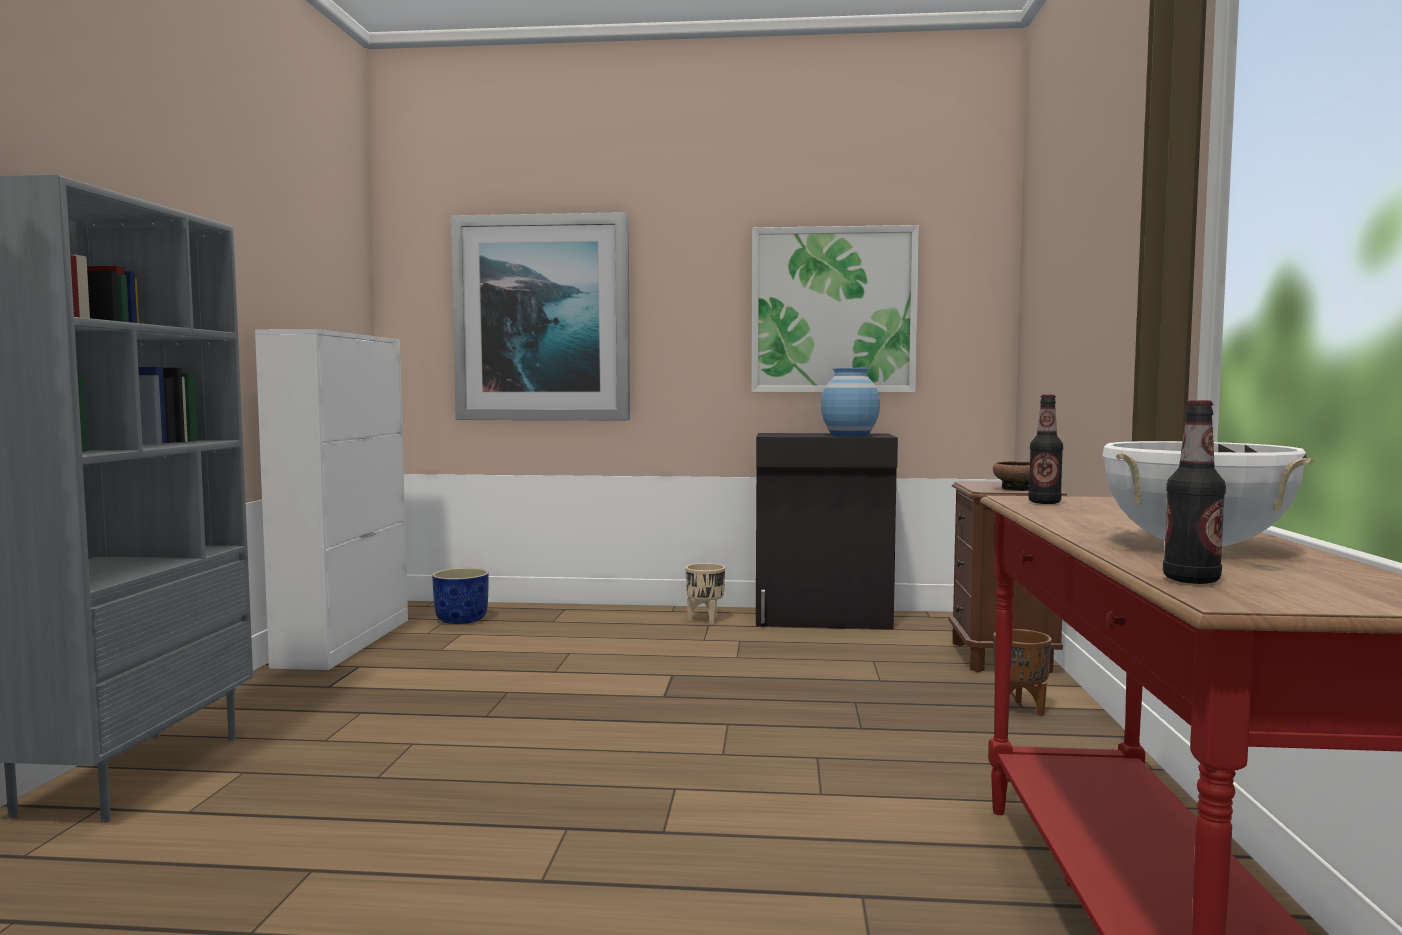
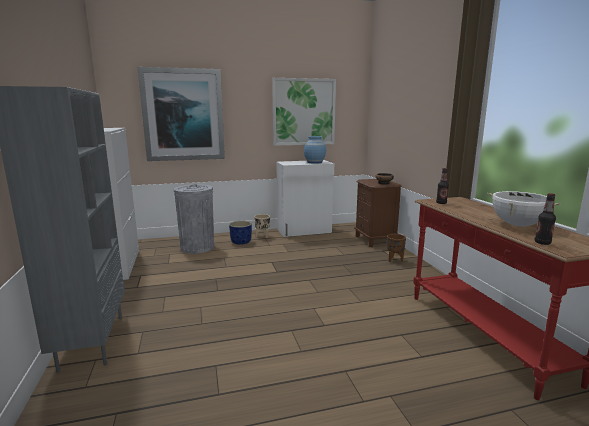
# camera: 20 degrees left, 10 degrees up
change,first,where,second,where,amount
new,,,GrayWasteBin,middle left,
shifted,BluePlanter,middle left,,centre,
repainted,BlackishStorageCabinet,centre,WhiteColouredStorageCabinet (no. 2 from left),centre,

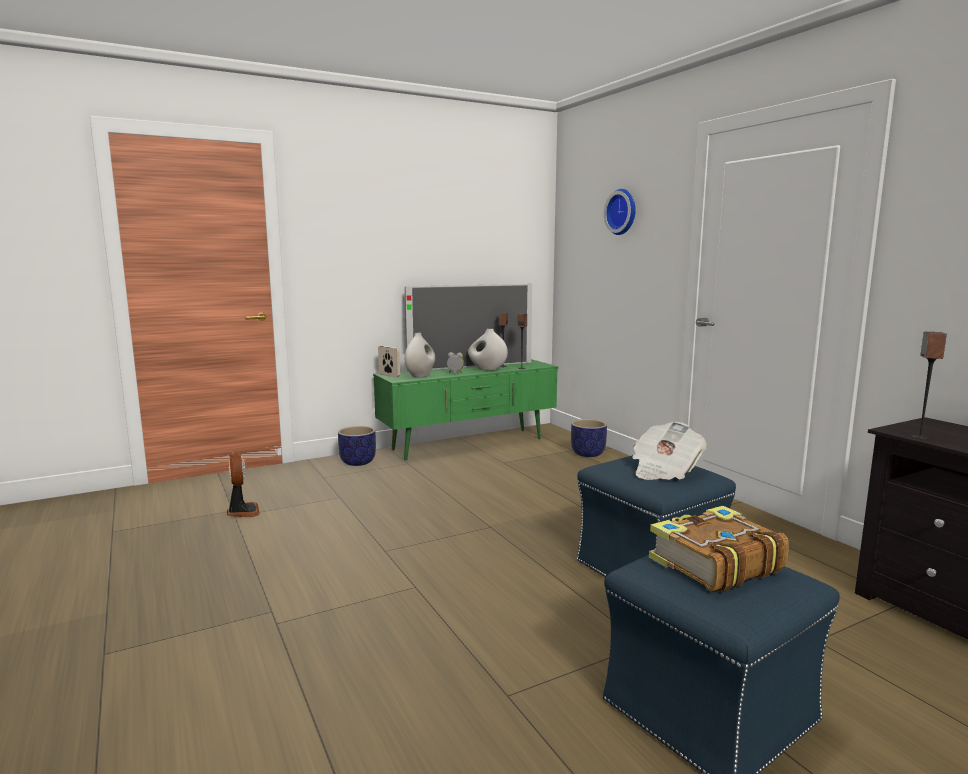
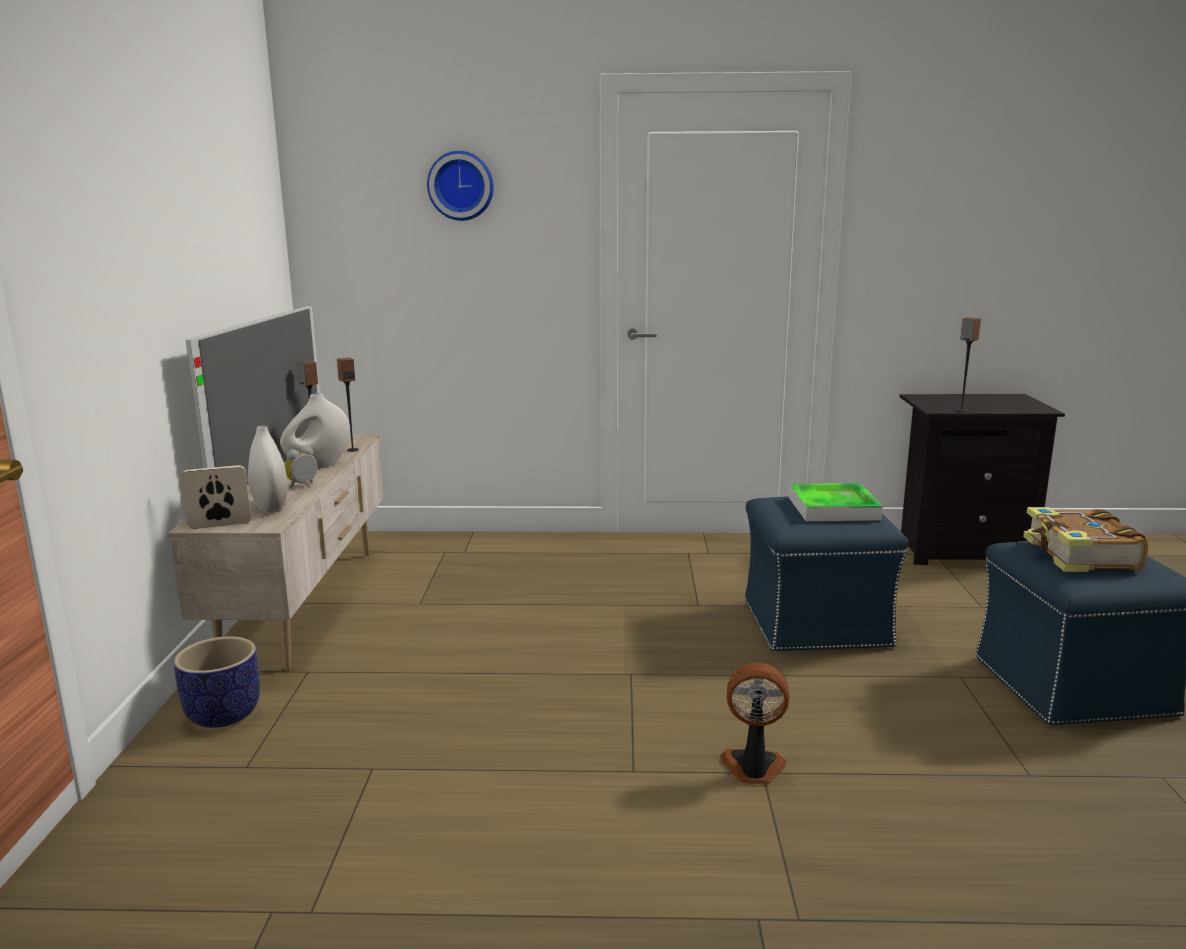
# camera: 60 degrees left, 5 degrees up
change,first,where,second,where,amount
gone,Planter (no. 2 from left),centre,,,
shifted,Fan,middle left,,bottom centre,
swapped,Newspaper,middle right,CarryingTray,middle right,
repainted,GreenishTvUnit,centre,SandColouredTvUnit,middle left,

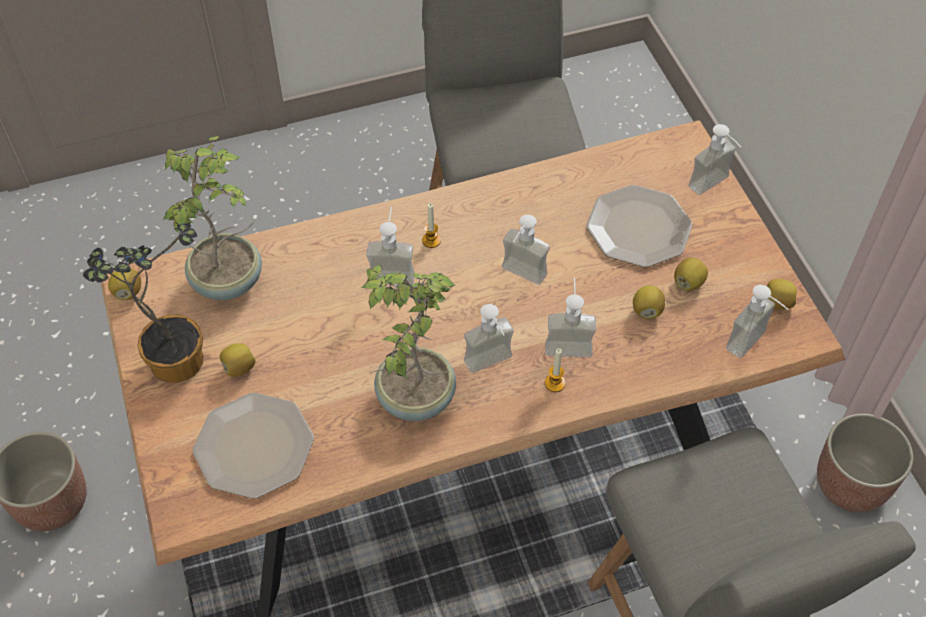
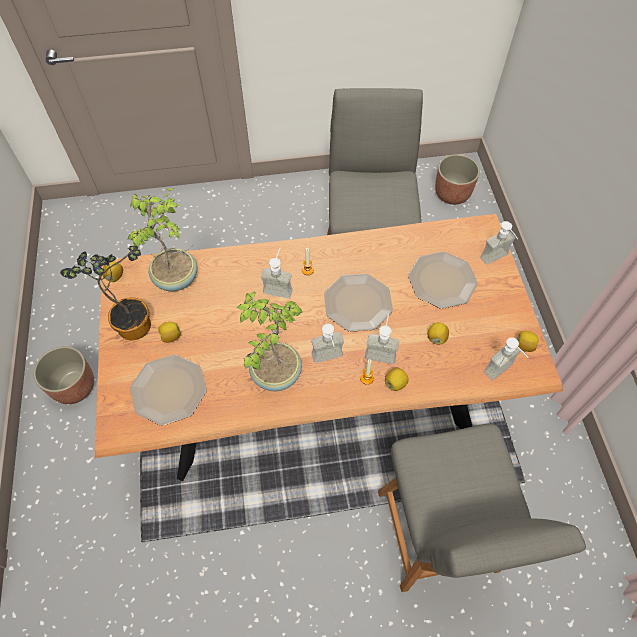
# camera: 10 degrees right, 5 degrees up
change,first,where,second,where,amount
shifted,CitrusFruit (no. 4 from left in the first image),middle right,CitrusFruit (no. 3 from left),centre,
shifted,Planter (no. 2 from left),bottom right,,top right,
swapped,SoapDispenser (no. 3 from left),centre,FlatDish (no. 2 from left),centre,

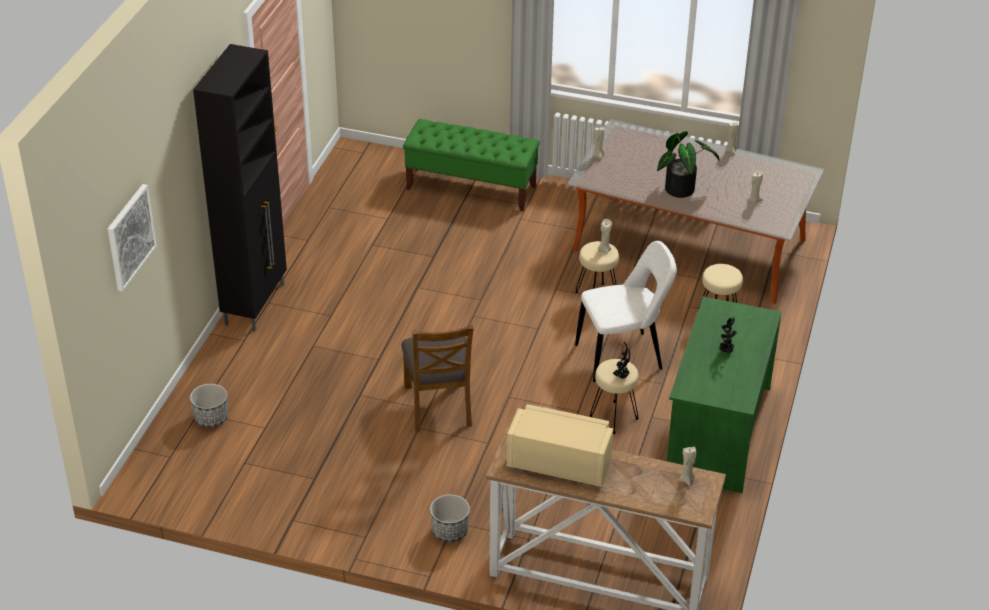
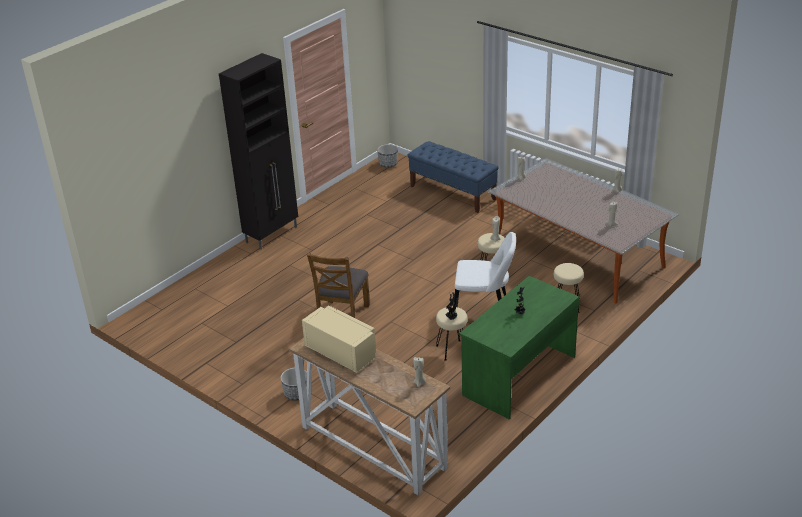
# camera: 25 degrees right, 5 degrees down
change,first,where,second,where,amount
gone,WallPicture,middle left,,,
gone,PottedPlant (no. 2 from left),top right,,,
shifted,Planter (no. 1 from left in the first image),middle left,Planter (no. 2 from left),top centre,
repainted,GreenishBench,top centre,BlueBench,centre,

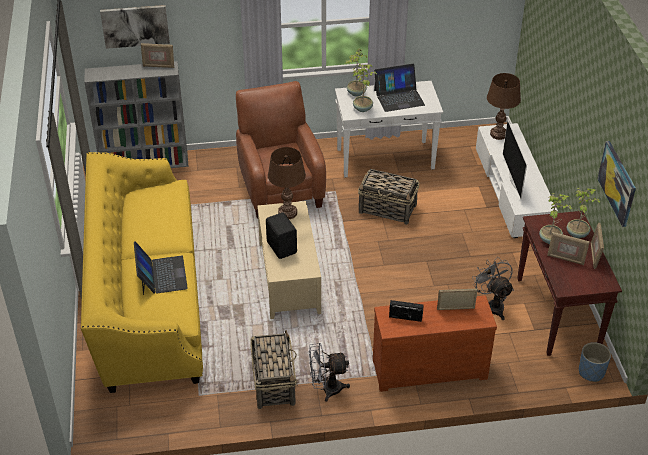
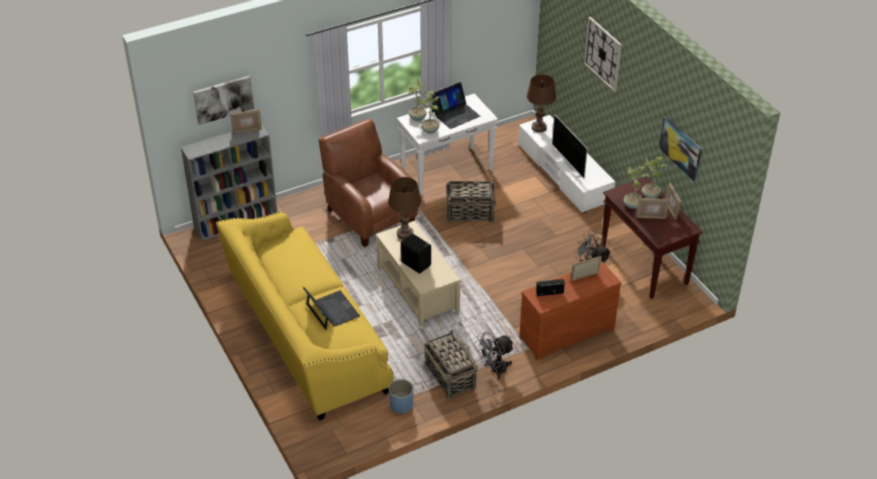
# camera: 20 degrees left, 0 degrees up
change,first,where,second,where,amount
new,,,HangingClock,top right,
shifted,BluePlanter,bottom right,,bottom centre,

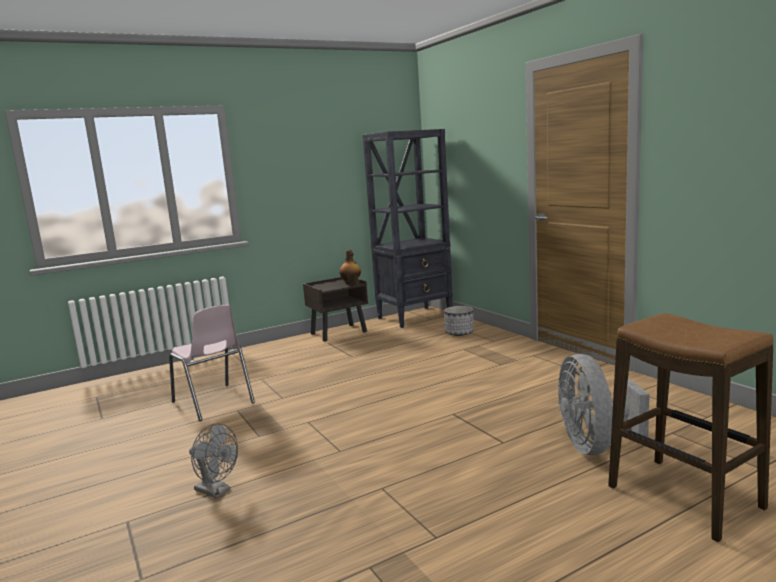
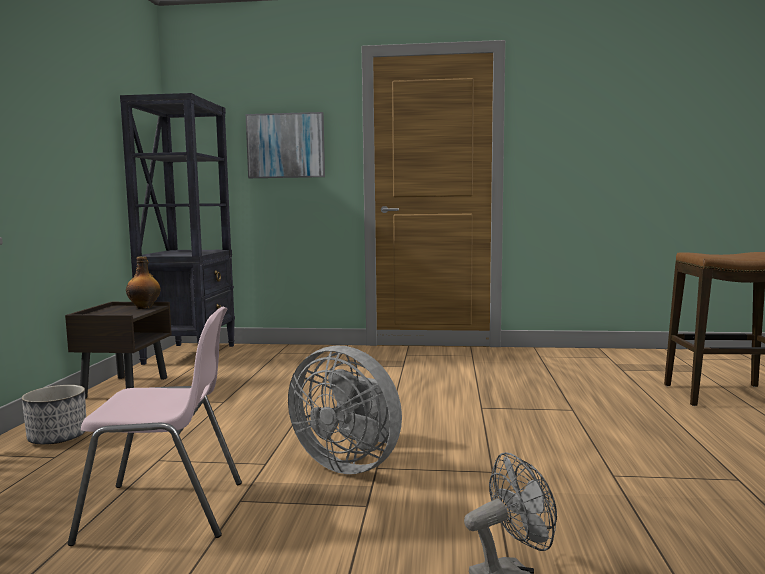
# camera: 55 degrees left, 5 degrees down
change,first,where,second,where,amount
new,,,WallPicture,top centre,
shifted,Planter,centre,,bottom left,
shifted,GrayFan (no. 2 from left in the first image),bottom right,GrayFan (no. 1 from left),bottom centre,

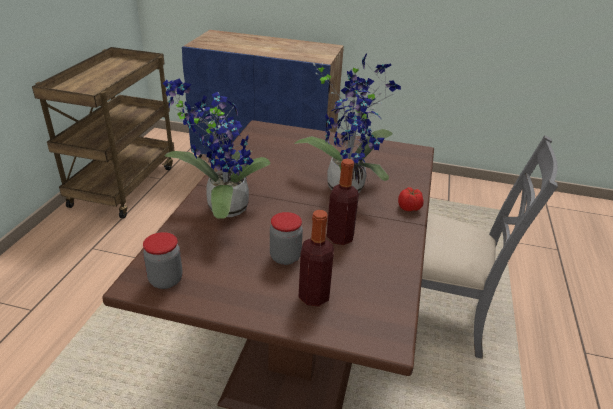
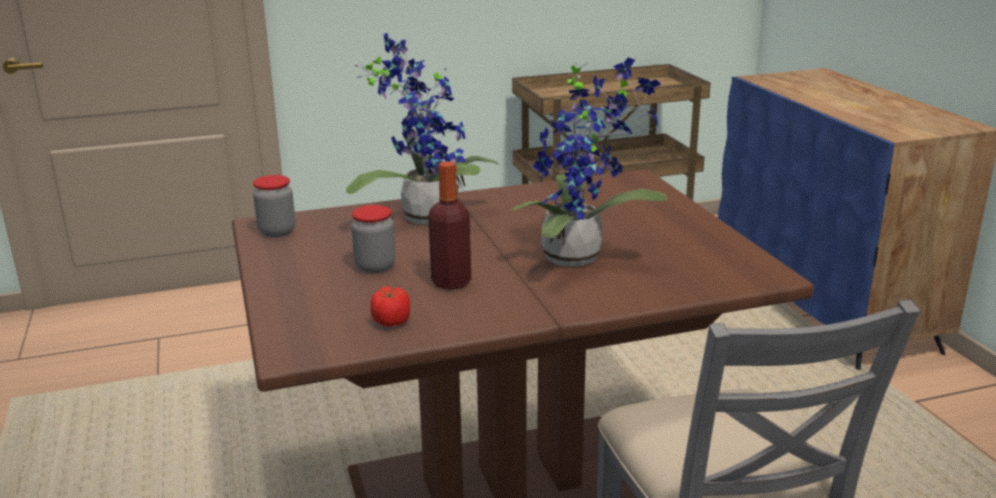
# camera: 60 degrees right, 10 degrees down
change,first,where,second,where,amount
gone,DrinkBottle (no. 1 from left),centre,,,
shifted,FreshTomato,middle right,,centre,

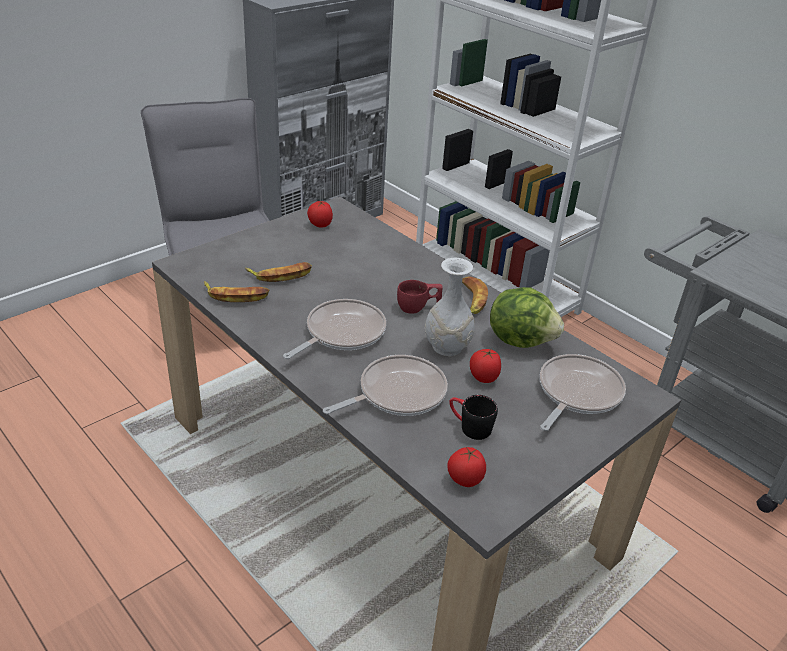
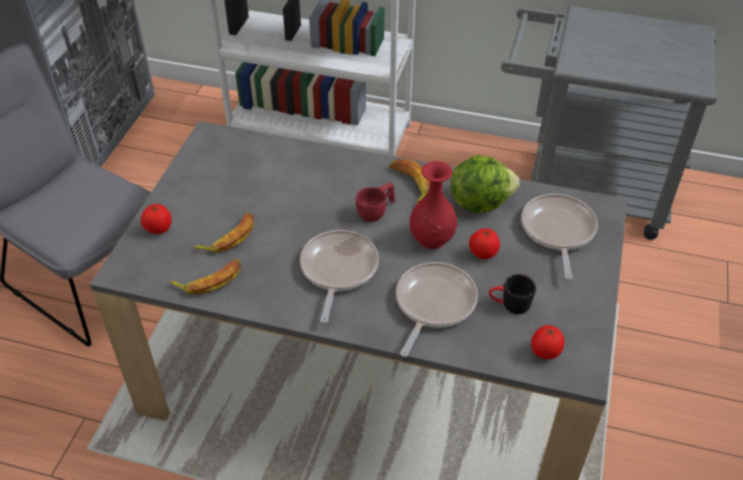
# camera: 30 degrees left, 10 degrees up
change,first,where,second,where,amount
shifted,FreshTomato (no. 1 from left),top centre,,middle left,
repainted,WhiteColouredDecorativeVase,centre,RedColouredDecorativeVase,centre,

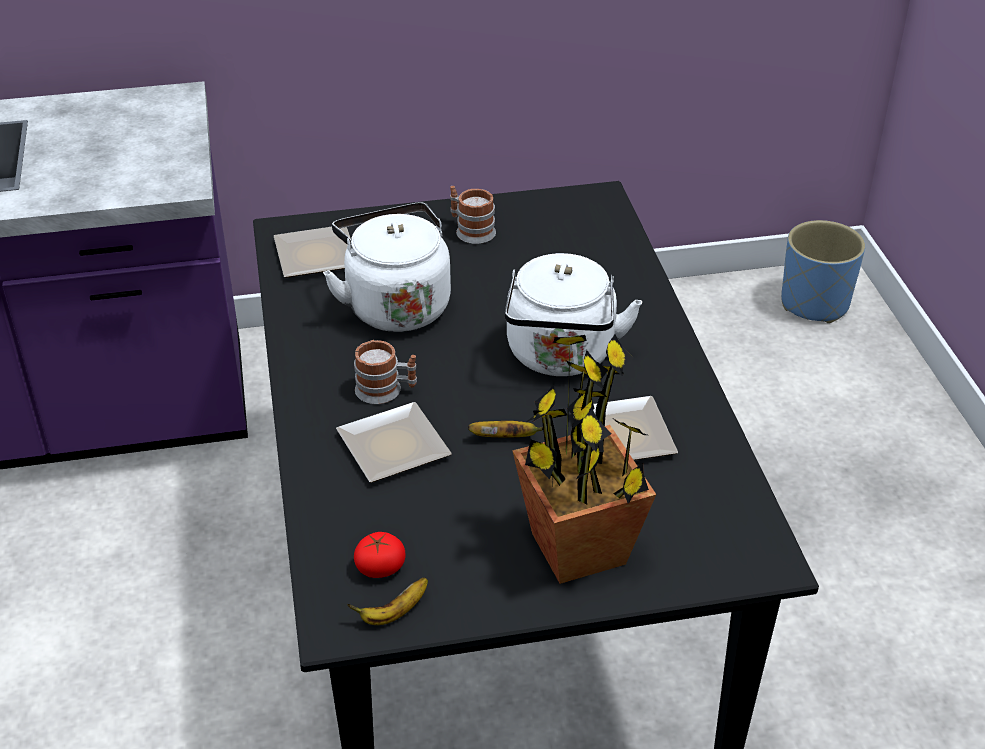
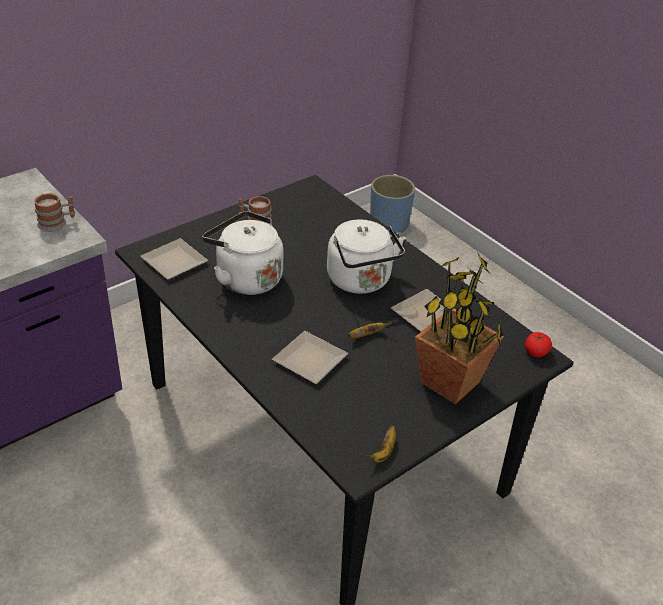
# camera: 30 degrees left, 0 degrees up
change,first,where,second,where,amount
shifted,CoffeeMug (no. 1 from left),centre,,middle left,
shifted,FreshTomato,bottom centre,,middle right,

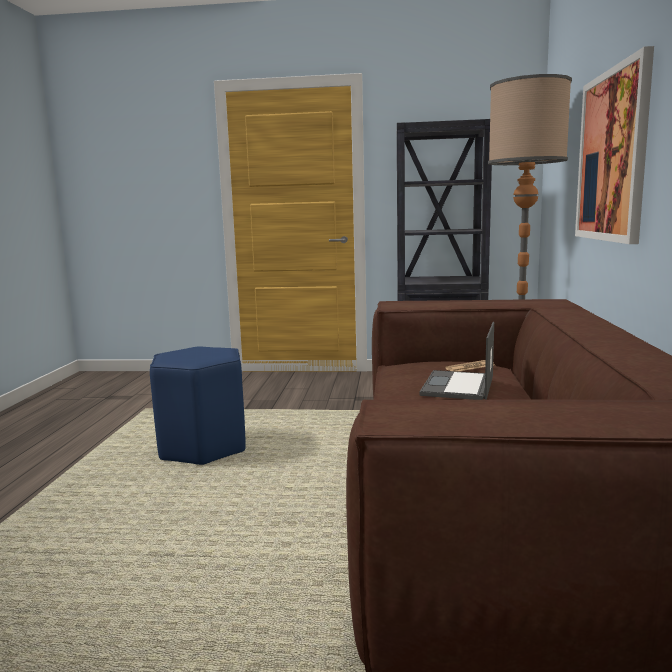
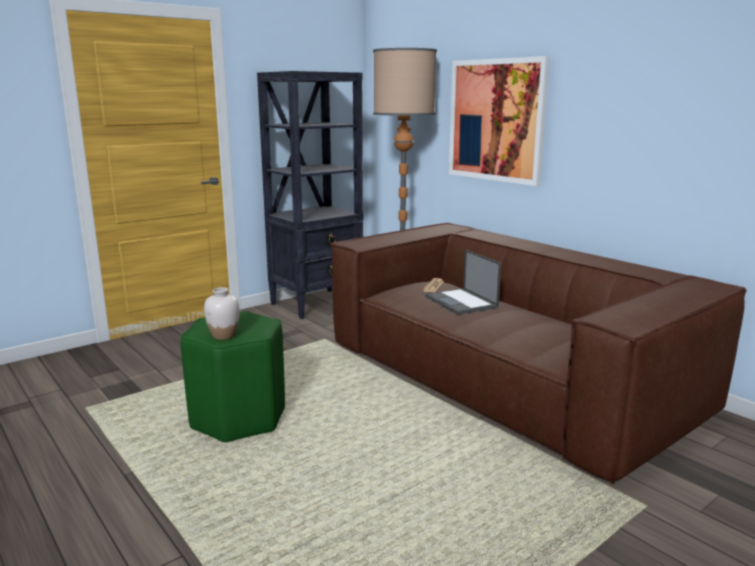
# camera: 45 degrees left, 5 degrees up
change,first,where,second,where,amount
new,,,WhiteColouredDecorativeVase,middle left,
repainted,BlueStool,middle left,GreenishStool,middle left,

